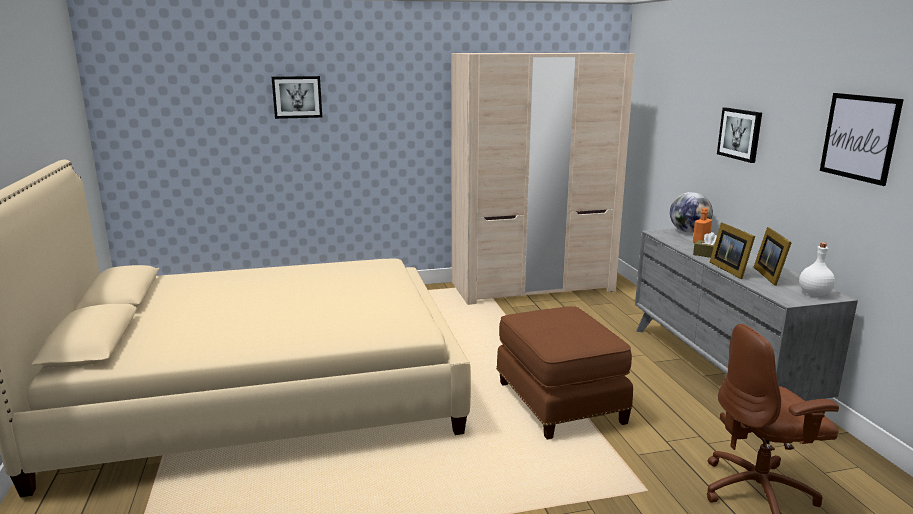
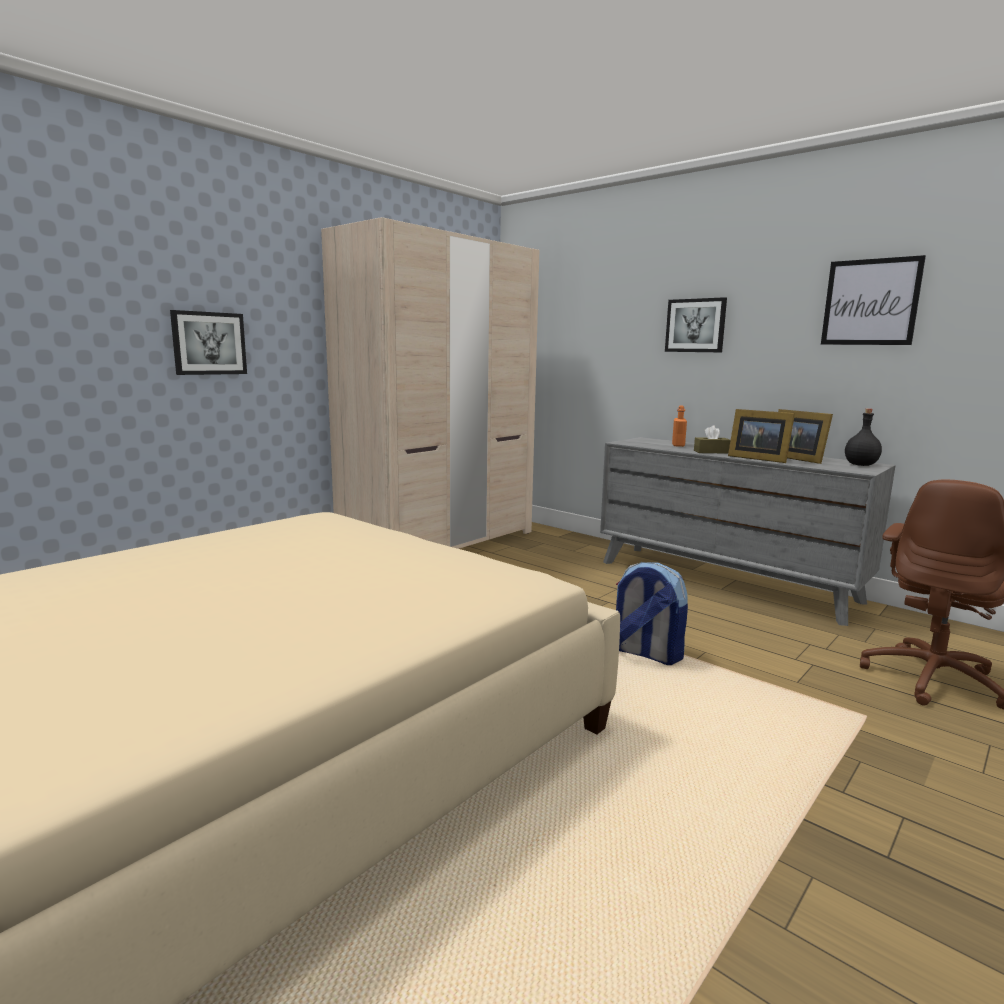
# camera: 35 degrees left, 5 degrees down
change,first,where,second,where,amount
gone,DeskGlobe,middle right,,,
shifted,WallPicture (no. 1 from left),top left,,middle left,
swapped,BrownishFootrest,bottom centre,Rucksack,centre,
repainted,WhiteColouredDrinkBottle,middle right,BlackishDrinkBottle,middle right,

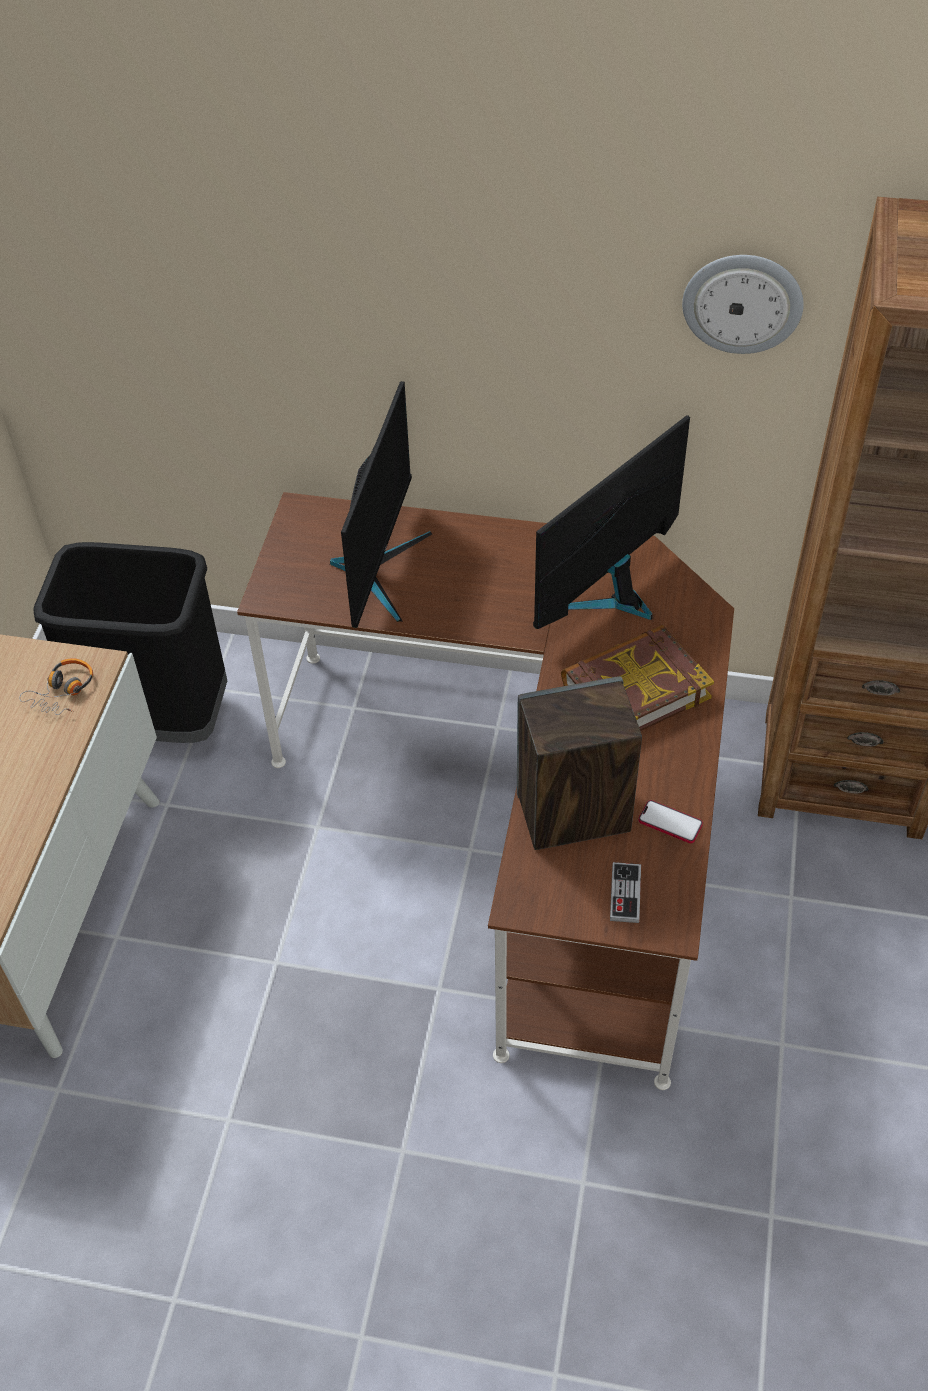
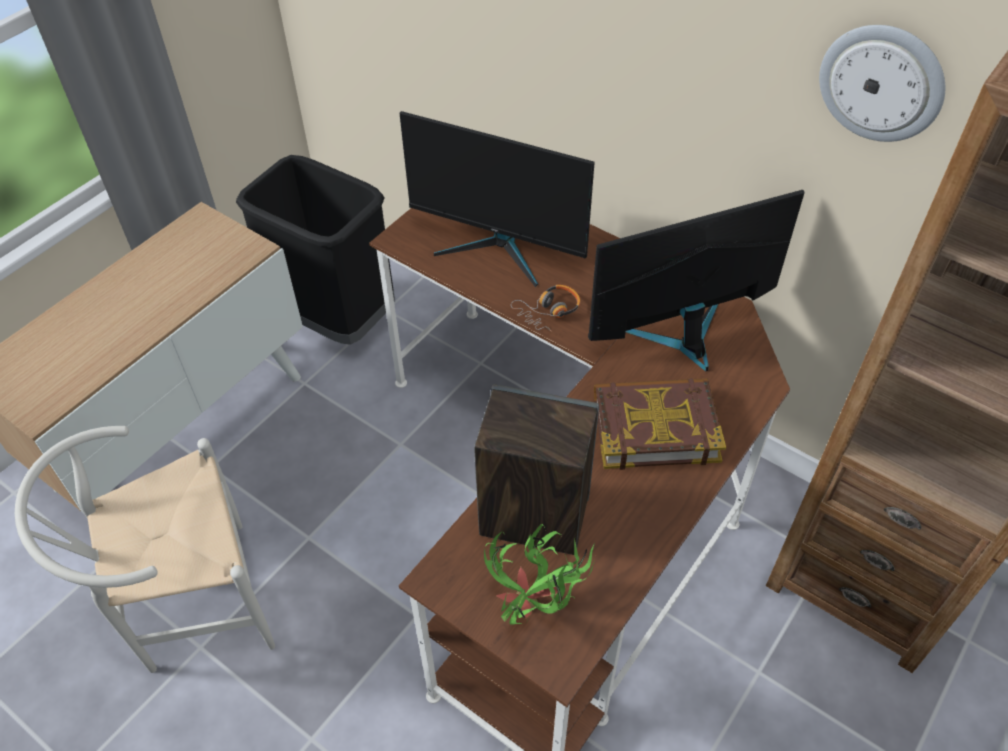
# camera: 25 degrees right, 0 degrees up
change,first,where,second,where,amount
gone,Telephone,middle right,,,
new,,,WhiteColouredPlainChair,bottom left,
shifted,PairOfHeadphones,middle left,,centre,
swapped,Joypad,middle right,PottedPlant,bottom centre,
rotated,Monitor (no. 1 from left),centre,,top centre,75 degrees clockwise

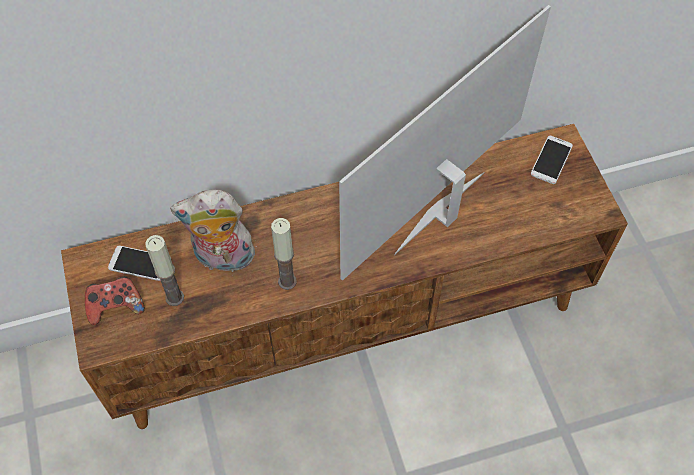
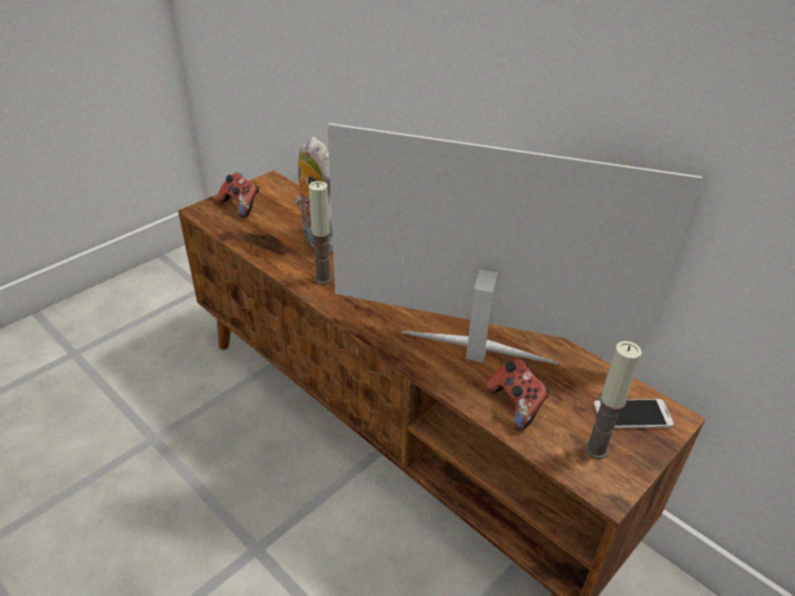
# camera: 60 degrees right, 20 degrees down
change,first,where,second,where,amount
gone,Telephone (no. 1 from left),middle left,,,
new,,,Joypad (no. 2 from left),centre,
shifted,WaxLight (no. 1 from left in the first image),middle left,WaxLight (no. 2 from left),bottom right,

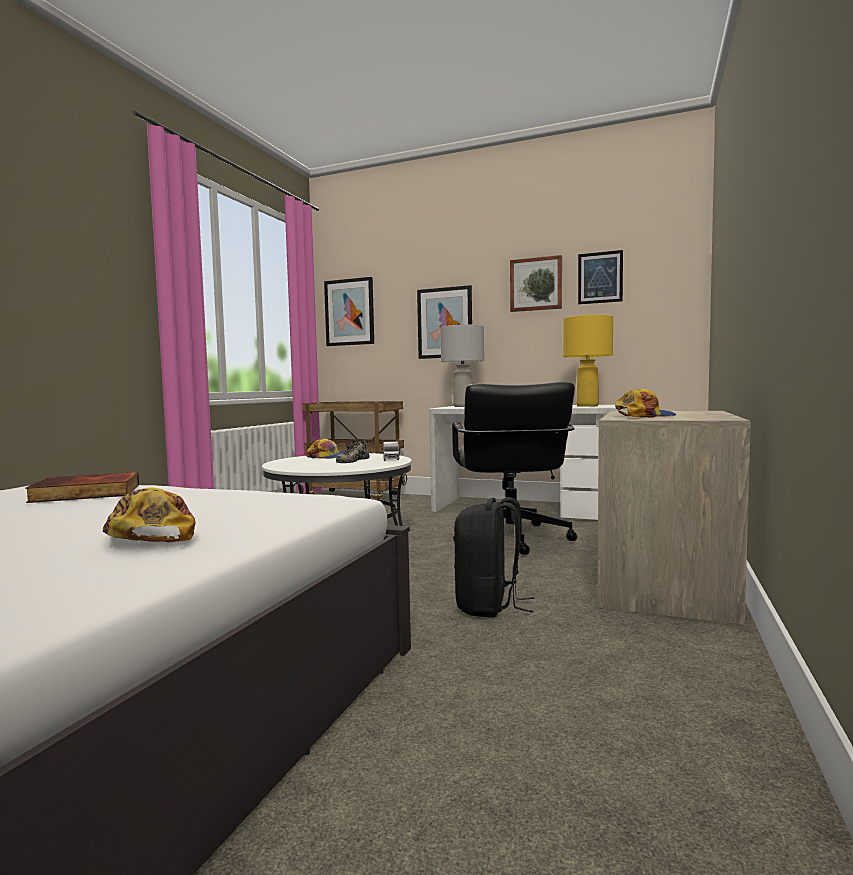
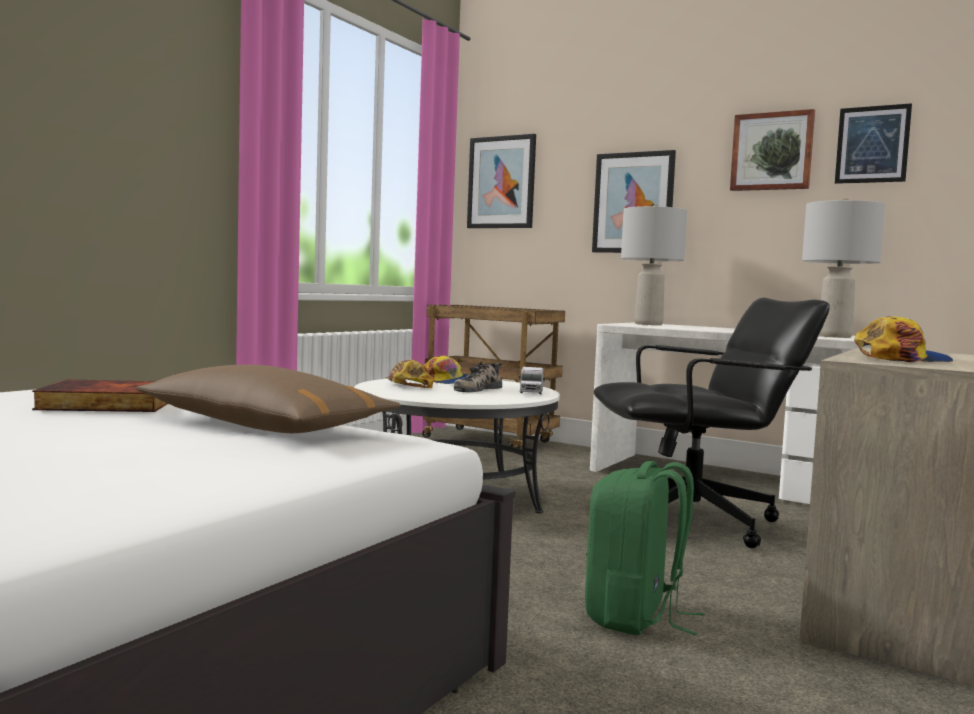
# camera: 10 degrees right, 0 degrees up
change,first,where,second,where,amount
new,,,BrownishThrowPillow,middle left,
shifted,BaseballCap (no. 1 from left),middle left,,centre,
repainted,BlackishRucksack,centre,GreenishRucksack,bottom centre,
repainted,YellowishTableLamp,middle right,GrayTableLamp (no. 2 from left),middle right,
rotated,BlackishOfficeChair,centre,,middle right,105 degrees counterclockwise

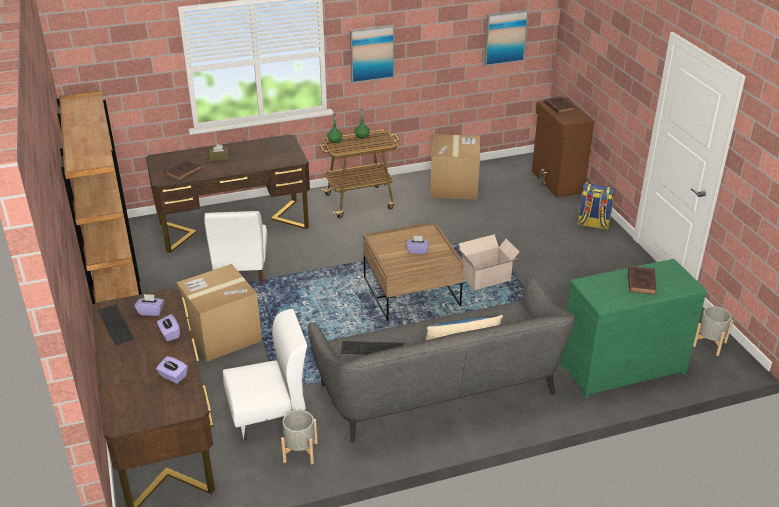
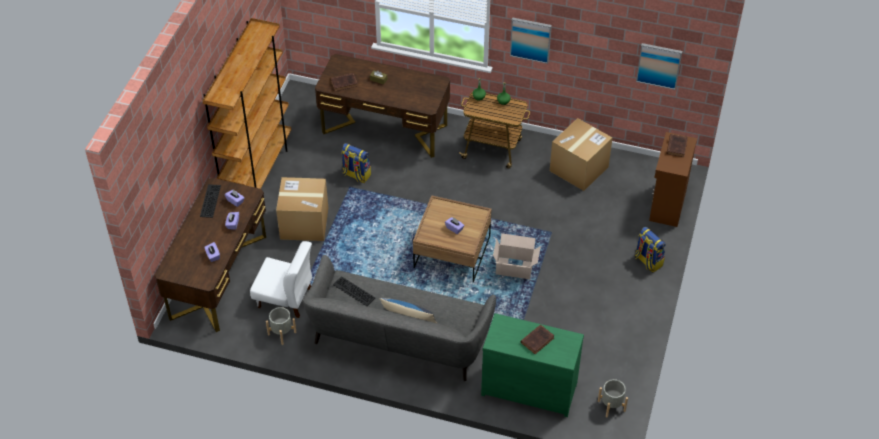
# camera: 35 degrees right, 15 degrees up
change,first,where,second,where,amount
swapped,WhiteColouredPlainChair (no. 1 from left),middle left,Rucksack (no. 1 from left),centre,

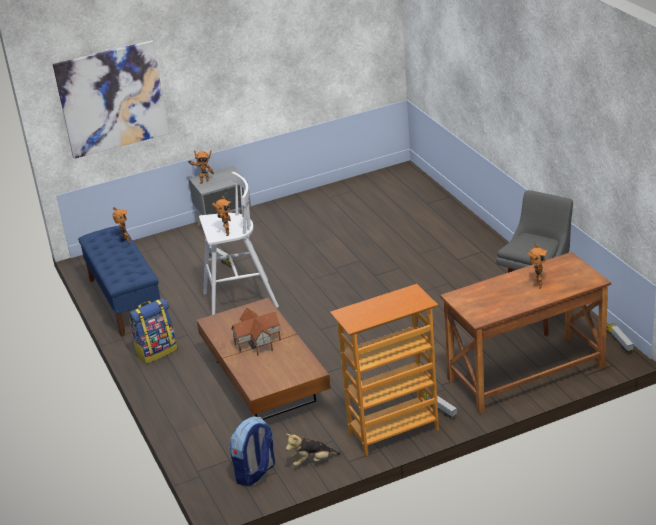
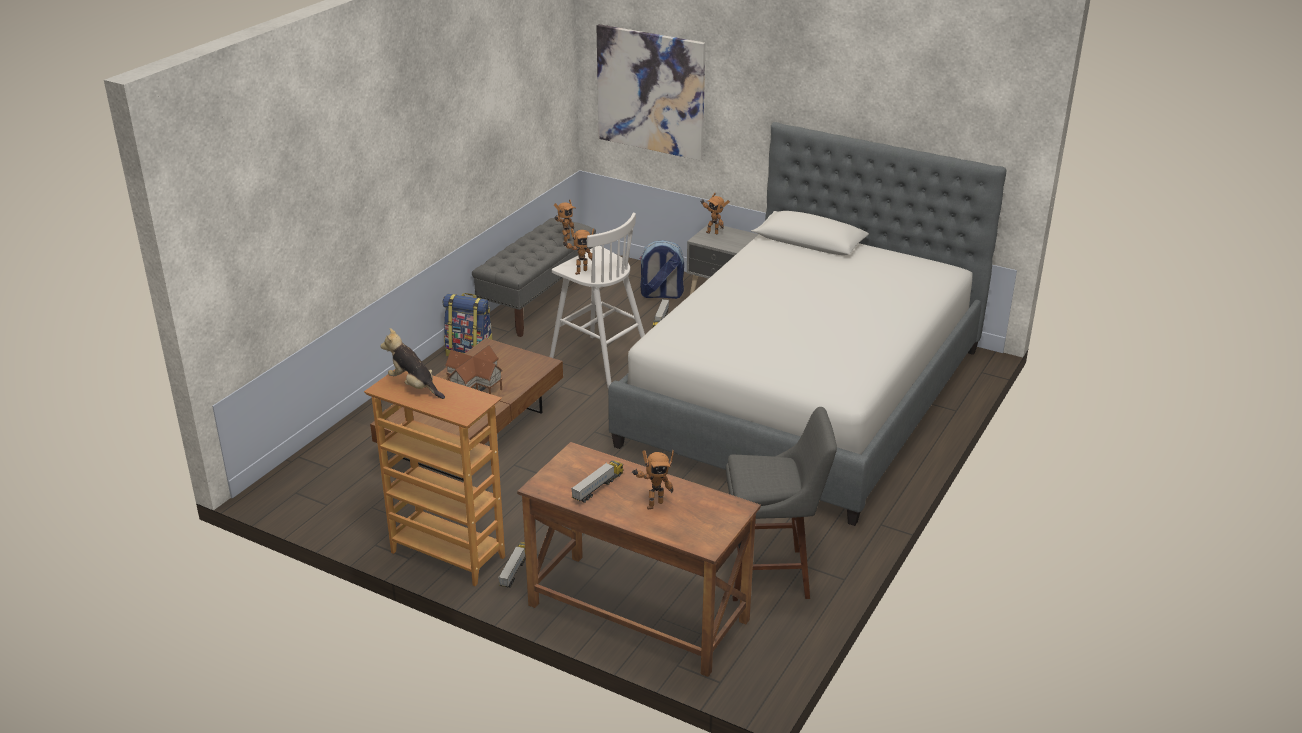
# camera: 50 degrees right, 0 degrees up
change,first,where,second,where,amount
new,,,SleepingBed,centre,
shifted,Rucksack (no. 2 from left),bottom centre,,centre,
shifted,SoftToy,bottom centre,,middle left,
shifted,ToyTruck (no. 3 from left in the first image),middle right,ToyTruck (no. 2 from left),centre,
repainted,BlueBench,middle left,GrayBench,centre,

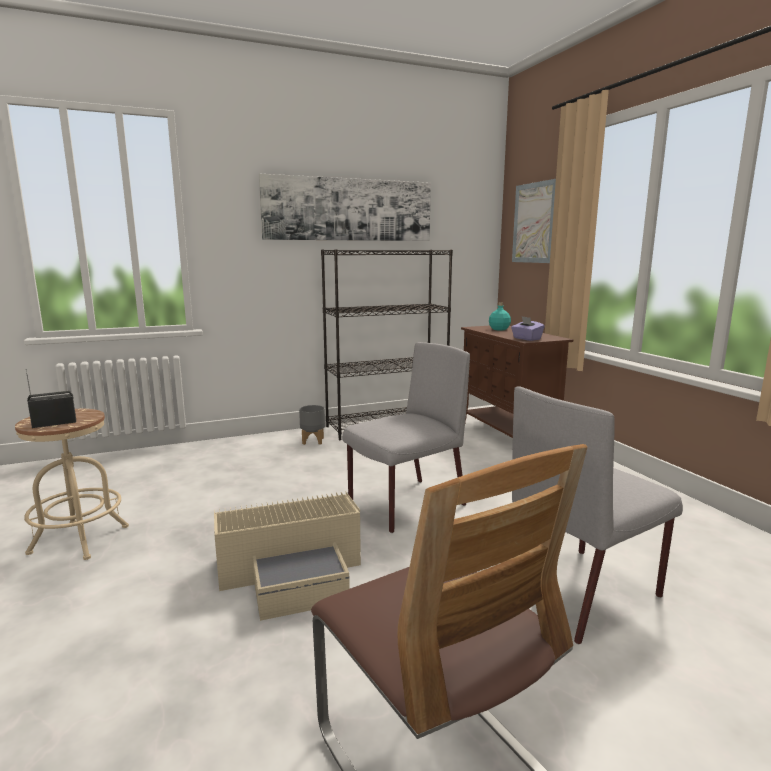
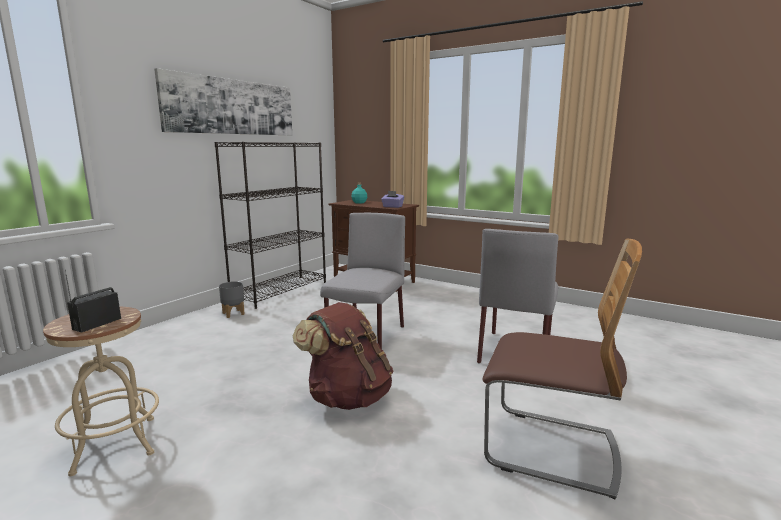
# camera: 35 degrees left, 0 degrees up
change,first,where,second,where,amount
gone,WallPicture (no. 2 from left),top right,,,
swapped,SandColouredStorageContainer,bottom centre,BrownishRucksack,bottom centre,

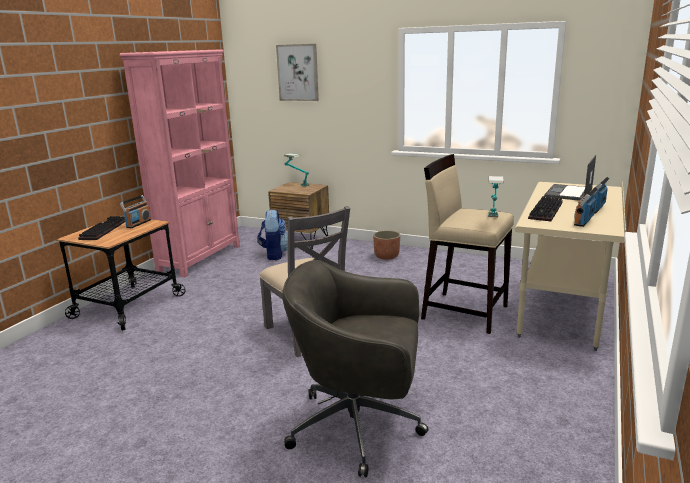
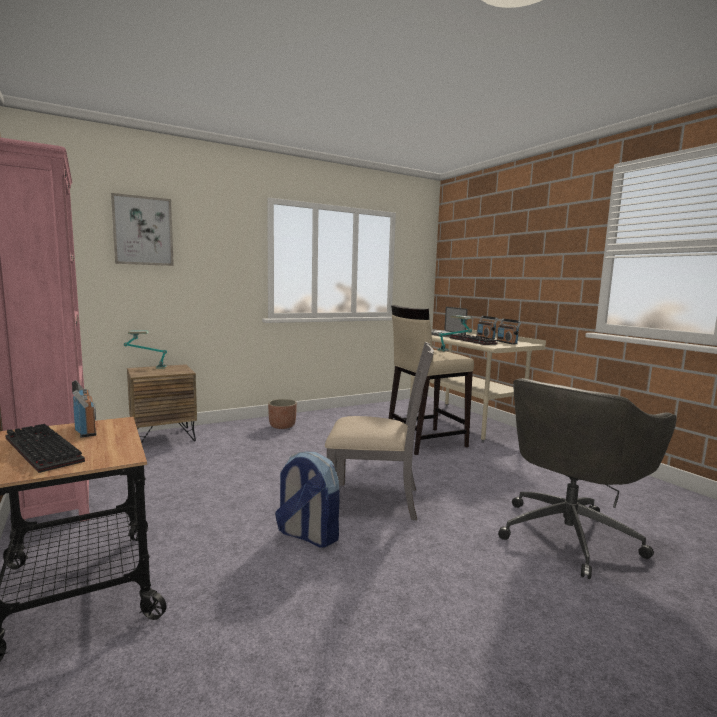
# camera: 55 degrees left, 10 degrees down
change,first,where,second,where,amount
shifted,Rucksack,centre,,bottom centre,

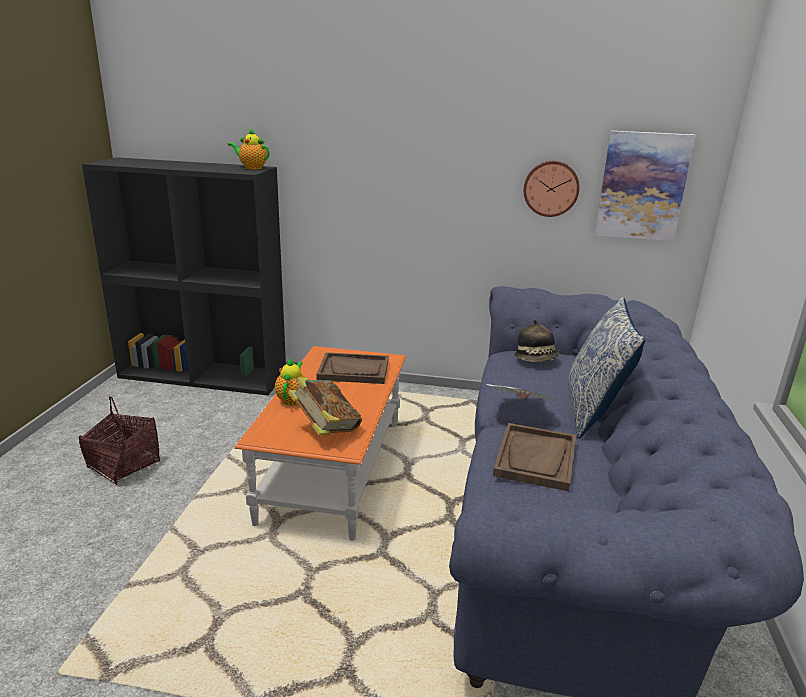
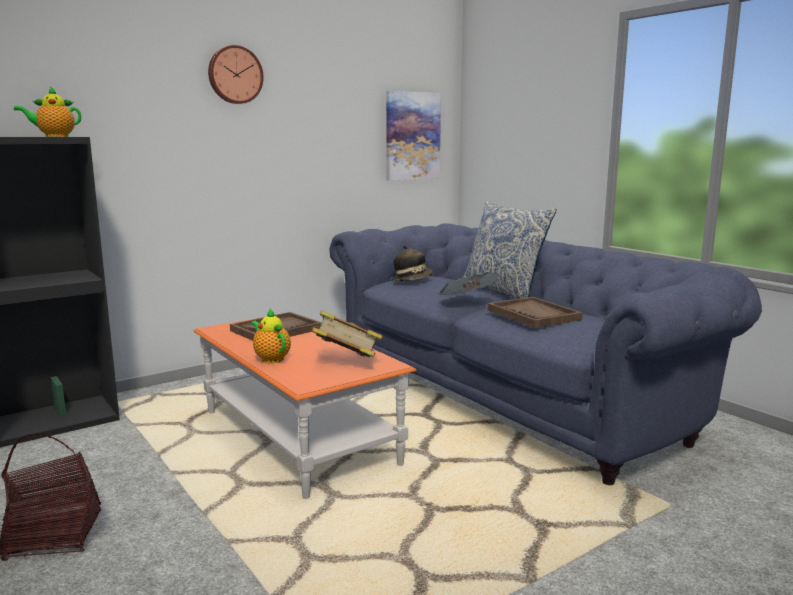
# camera: 45 degrees left, 10 degrees down
change,first,where,second,where,amount
shifted,HangingClock,top right,,top left,

